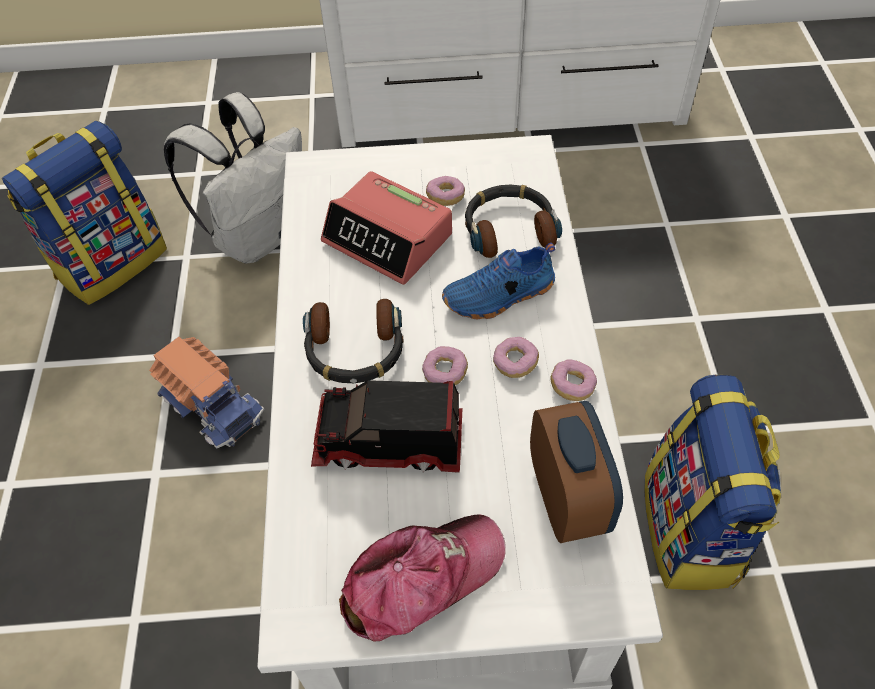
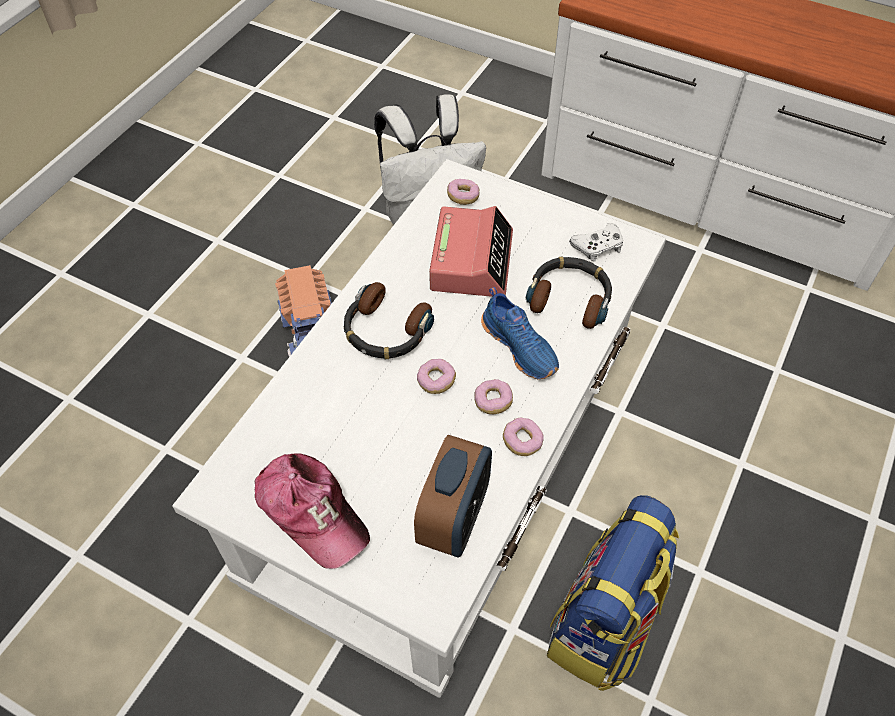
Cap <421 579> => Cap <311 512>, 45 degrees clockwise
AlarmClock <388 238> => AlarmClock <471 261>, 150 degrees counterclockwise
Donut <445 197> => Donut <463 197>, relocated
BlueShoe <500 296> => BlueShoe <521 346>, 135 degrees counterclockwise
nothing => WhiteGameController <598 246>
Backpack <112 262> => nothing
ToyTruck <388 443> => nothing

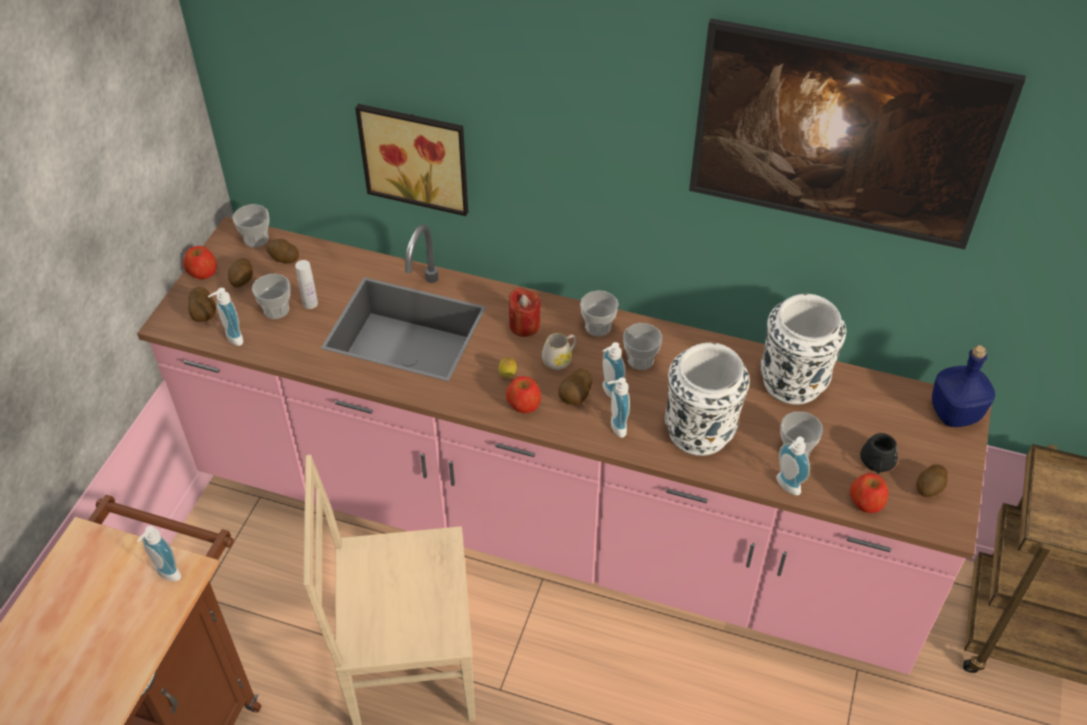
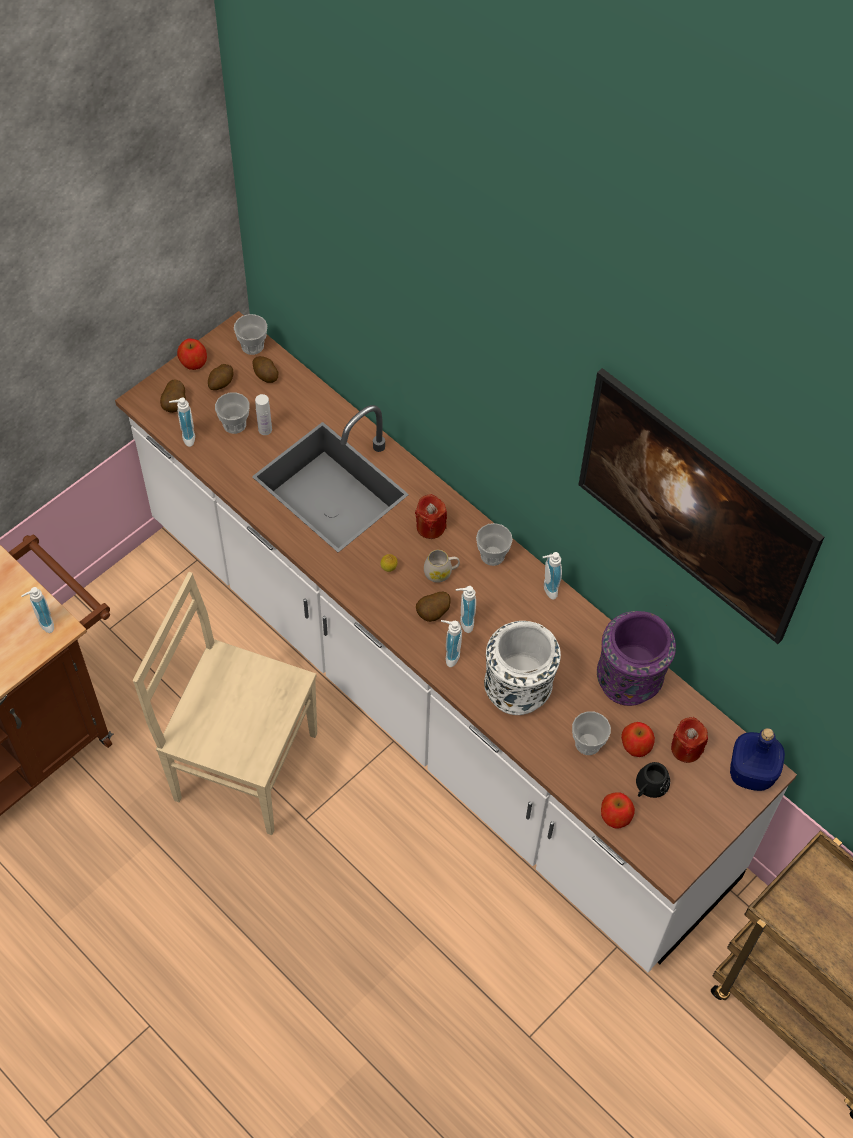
PinkCounter <543 522> => WhiteCounter <422 691>
SoapDispenser <785 487> => SoapDispenser <547 589>, relocated
WhiteVase <793 381> => PurpleVase <629 680>
Apple <524 403> => Apple <636 744>, relocated
nothing => RedCandle <686 748>
Picture <416 156> => nothing
Cup <640 360> => nothing
Potato <929 488> => nothing

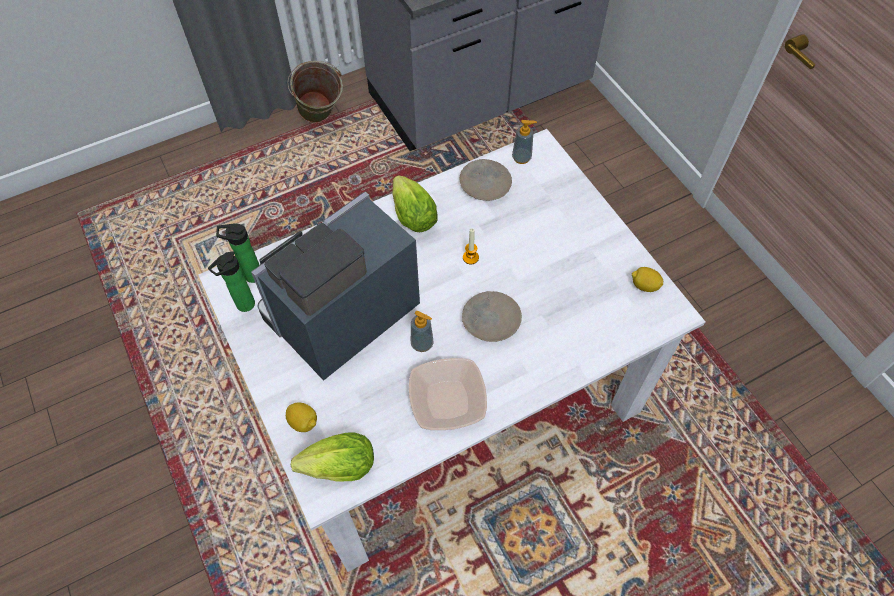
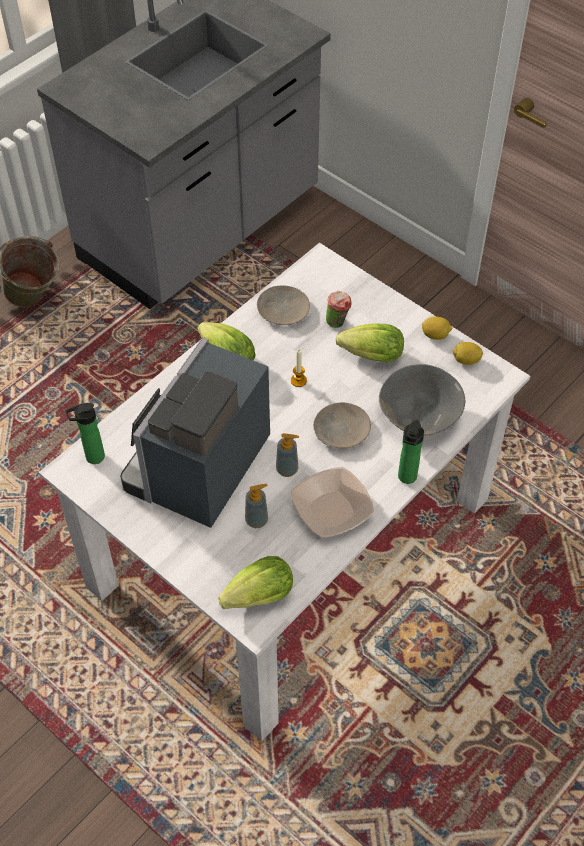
SoapDispenser <521 158> => SoapDispenser <256 520>, relocated
nothing => Cup <338 323>
nothing => Lettuce <368 355>
nothing => GreyBowl <419 415>
Bottle <243 306> => Bottle <406 478>, relocated
Lemon <303 422> => Lemon <435 335>, relocated

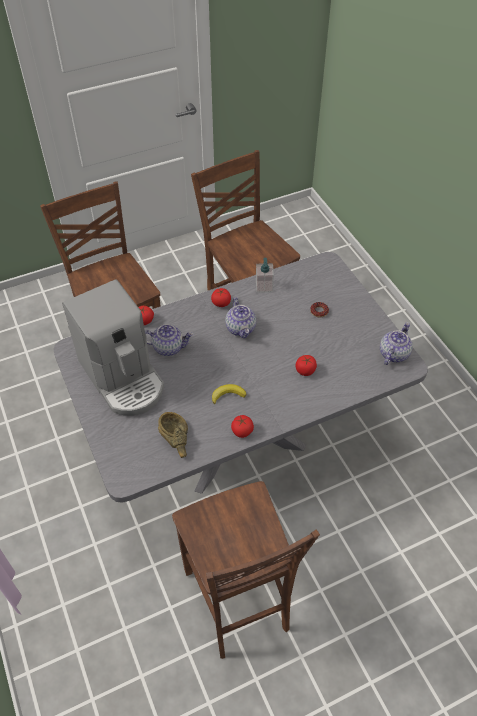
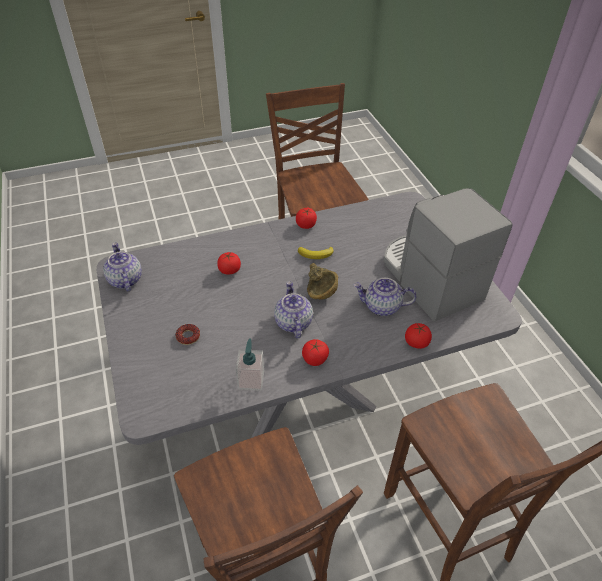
Teapot <393 353> => Teapot <125 279>, 120 degrees clockwise
BrownBowl <177 439> => BrownBowl <318 287>, relocated

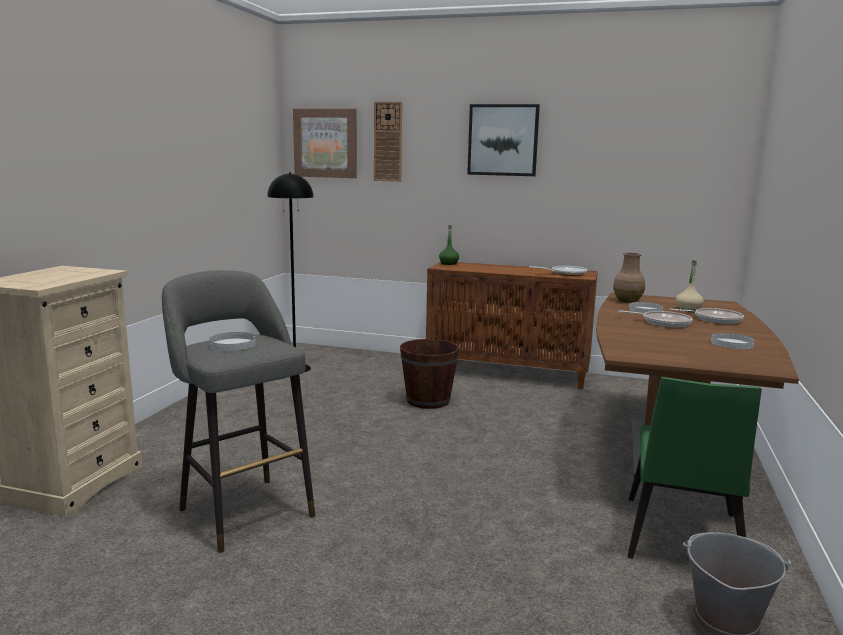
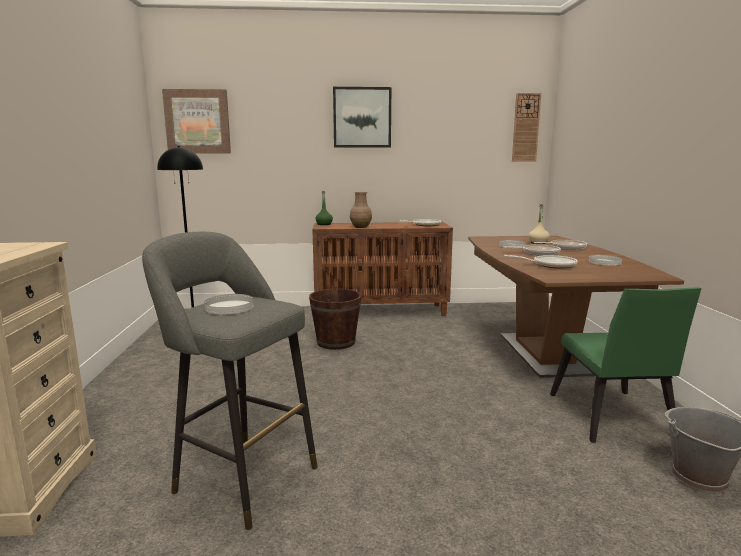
BrownVase <627 301> => BrownVase <360 227>, relocated
nothing => FryingPan <550 265>
WallClock <388 142> => WallClock <525 128>, relocated

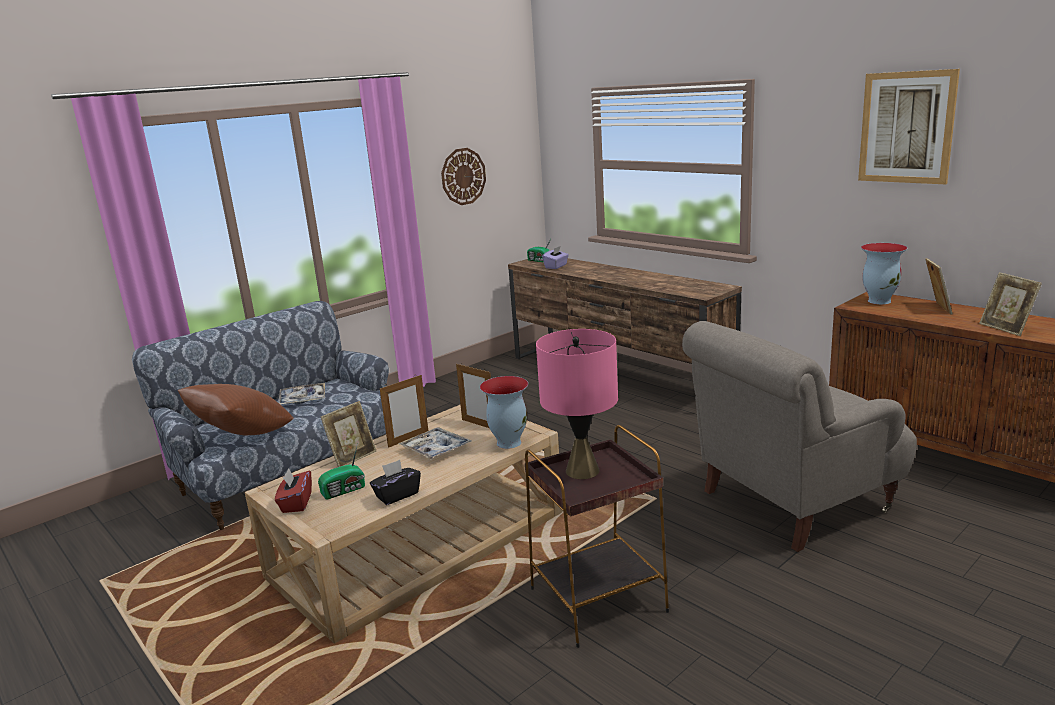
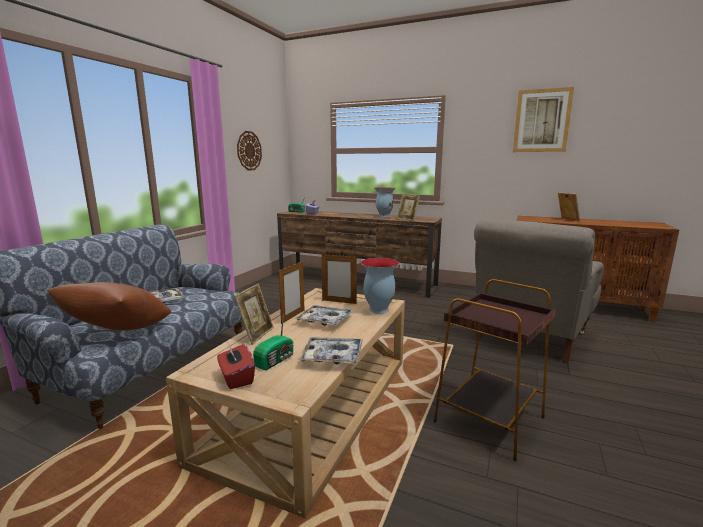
BlackTissueBox <397 495> => Tray <332 356>
Vase <879 301> => Vase <384 216>, relocated
PictureFrame <1005 328> => PictureFrame <407 219>, relocated
PinkTableLamp <583 471> => nothing

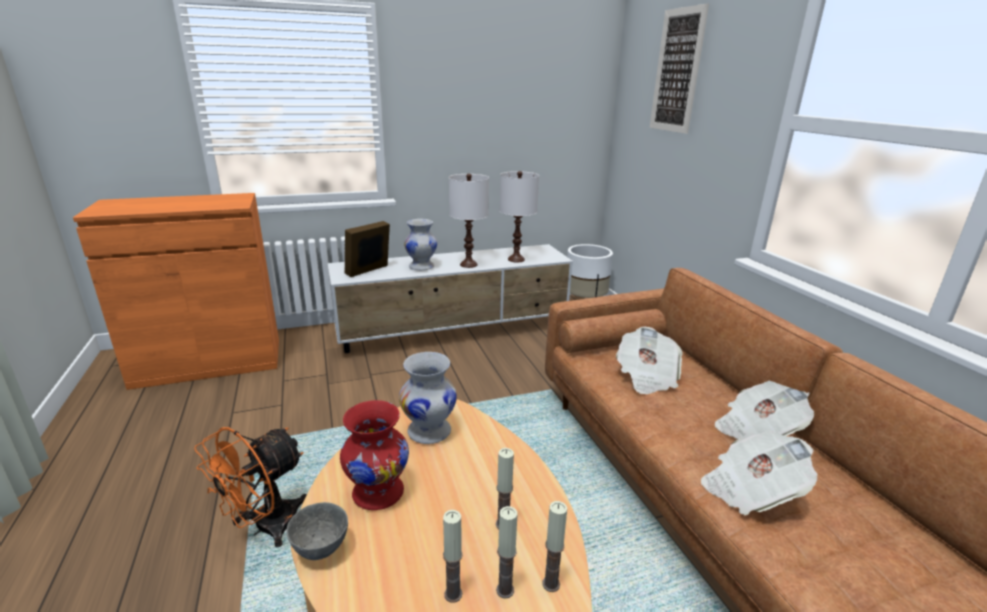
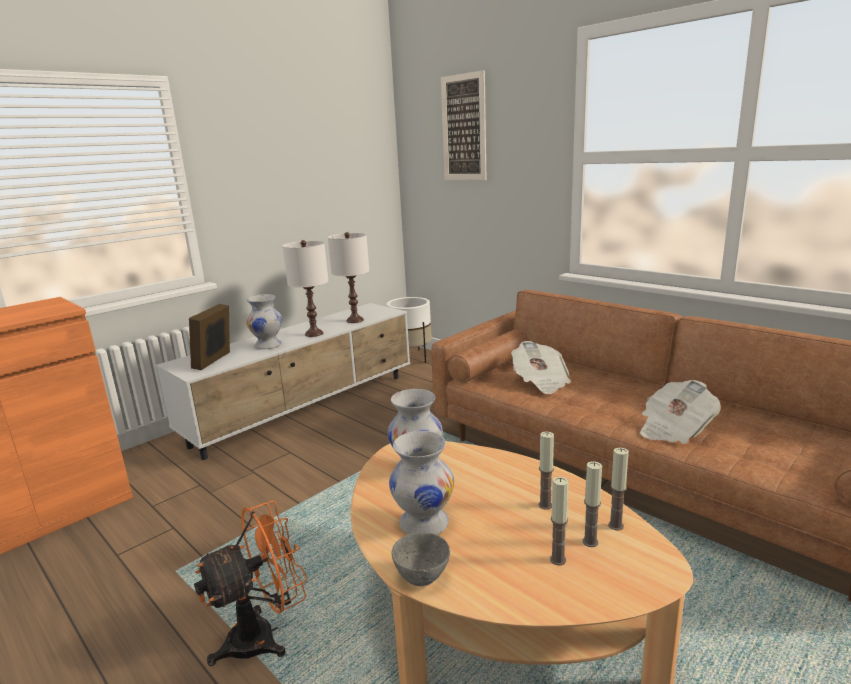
OrangeFan <265 528> => OrangeFan <264 635>, 135 degrees counterclockwise
RedVase <377 493> => WhiteVase <424 524>
Newspaper <757 430> => nothing

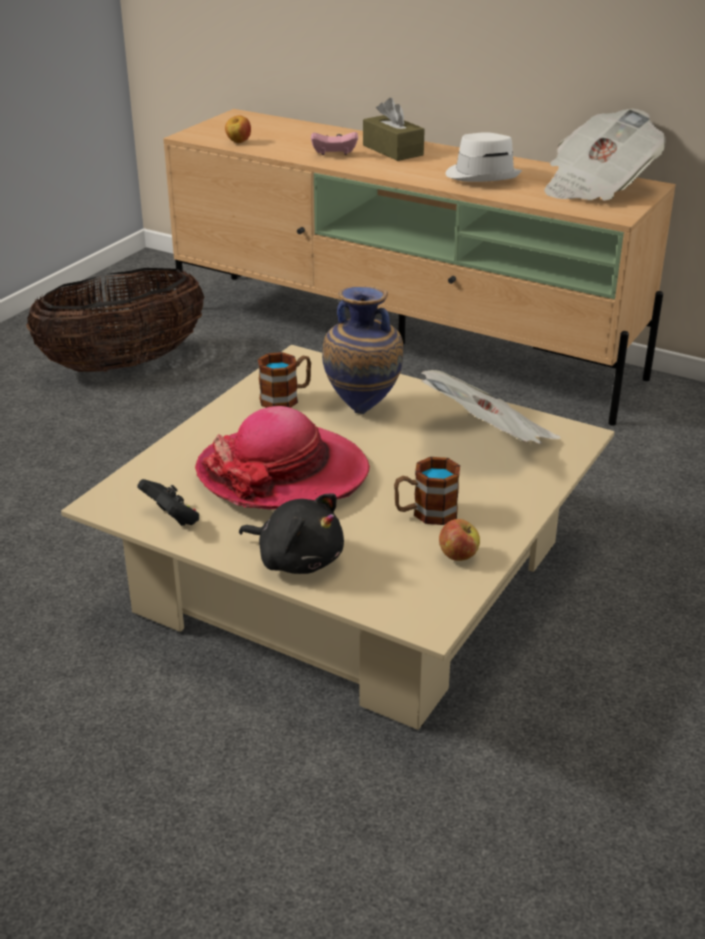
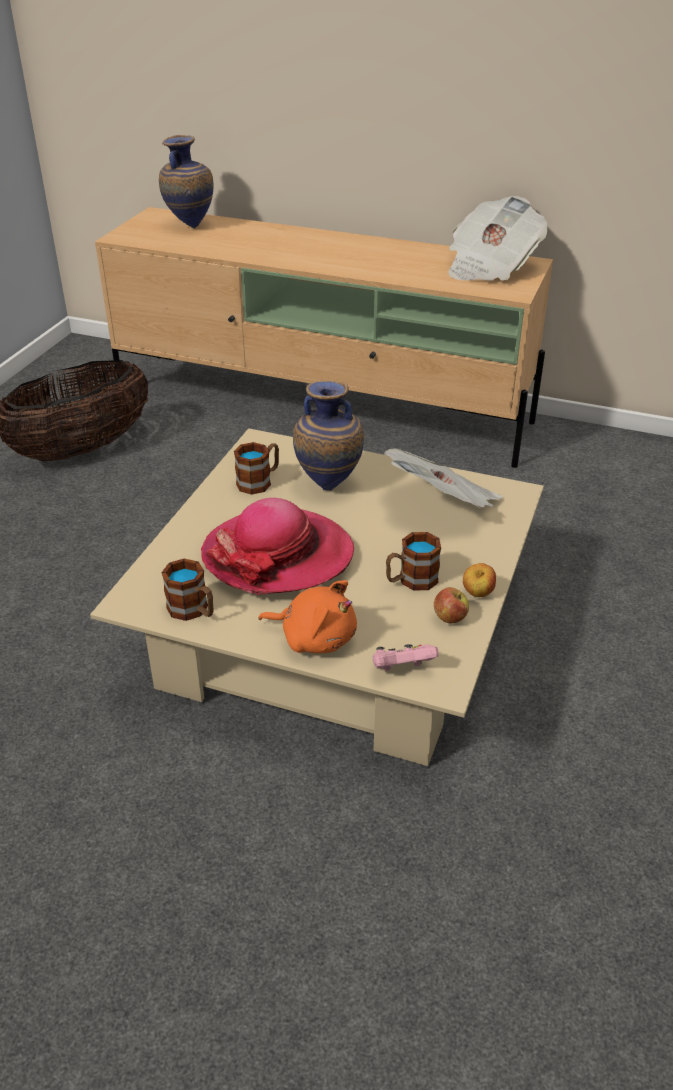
nothing => Vase <189 226>
BlackGameController <172 518> => Mug <193 611>
BlackPlushToy <297 559> => OrangePlushToy <315 637>
PinkGameController <334 155> => PinkGameController <402 669>, relocated
Apple <238 142> => Apple <477 594>, relocated
BrownTissueBox <392 150> => nothing
WhiteHat <482 175> => nothing

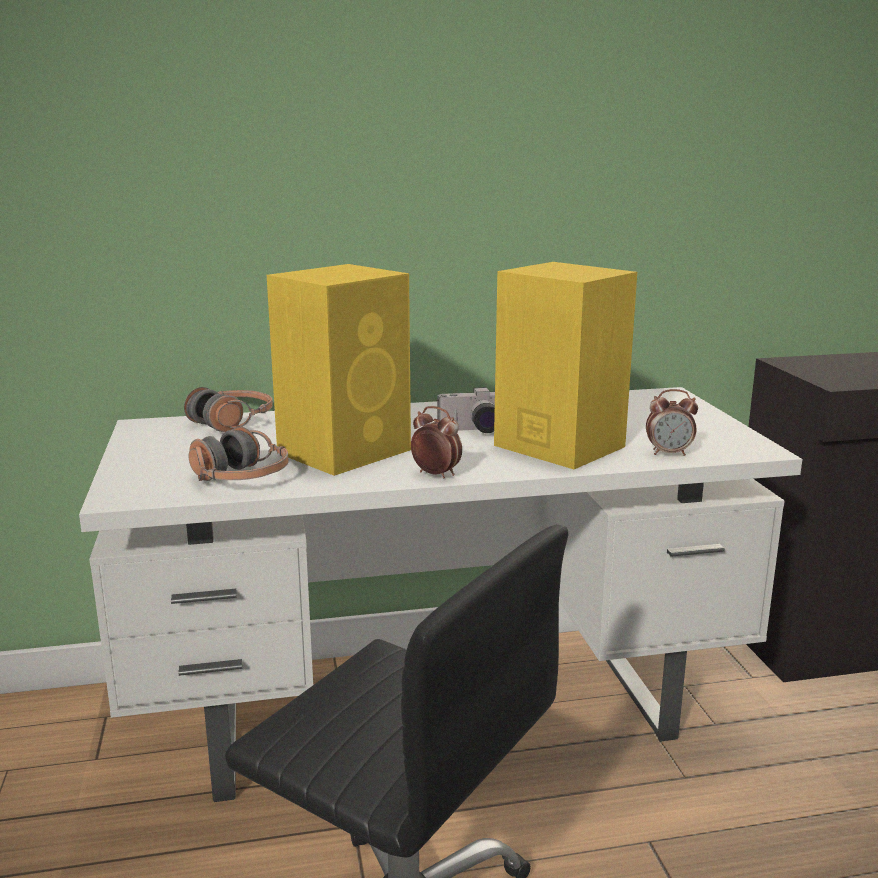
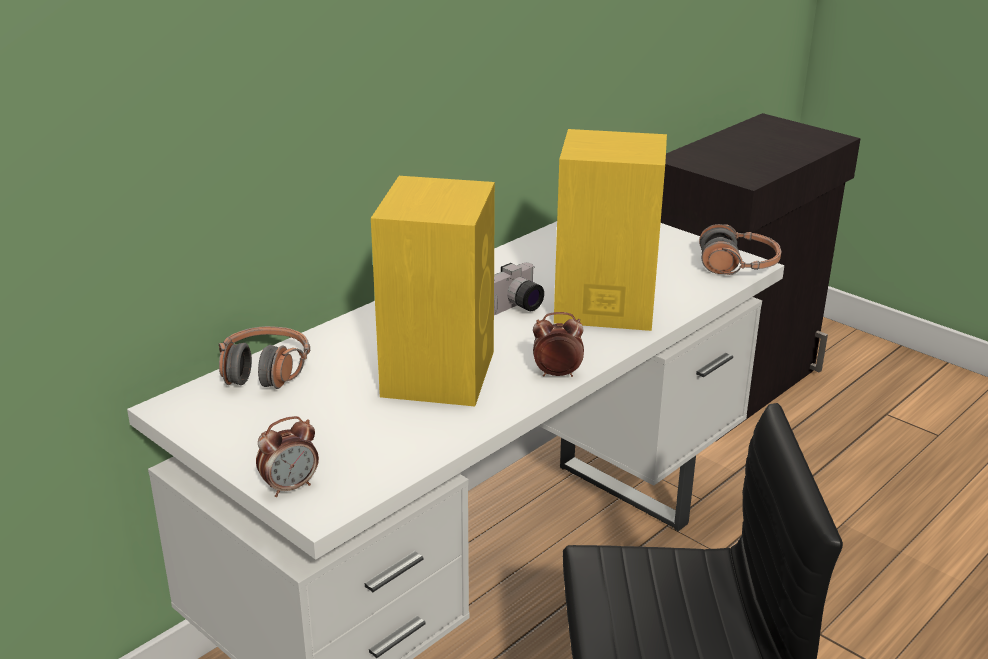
AlarmClock <669 453> => AlarmClock <290 487>, relocated
Headphones <240 478> => Headphones <738 265>, relocated

